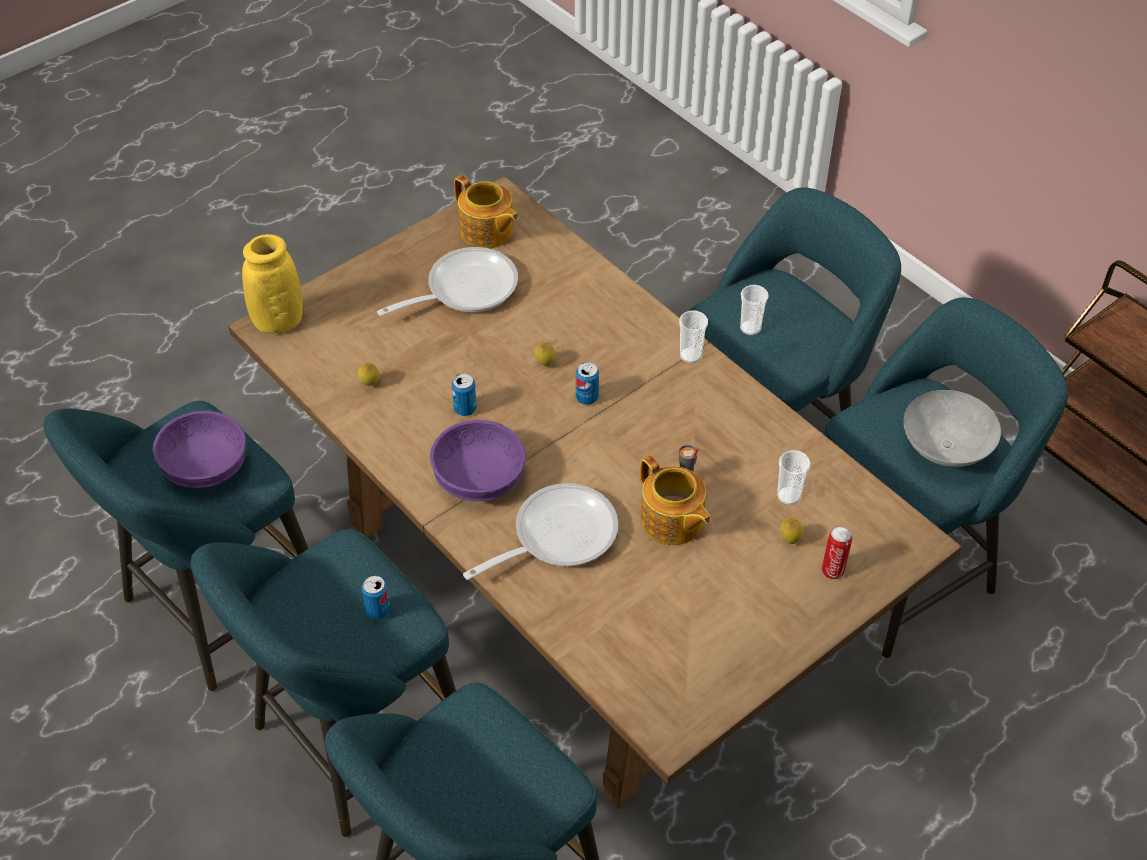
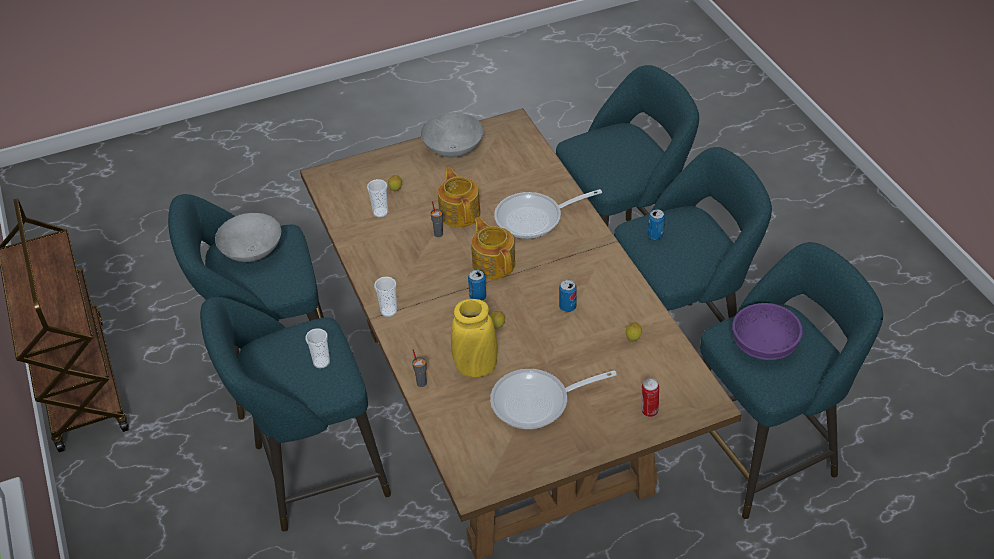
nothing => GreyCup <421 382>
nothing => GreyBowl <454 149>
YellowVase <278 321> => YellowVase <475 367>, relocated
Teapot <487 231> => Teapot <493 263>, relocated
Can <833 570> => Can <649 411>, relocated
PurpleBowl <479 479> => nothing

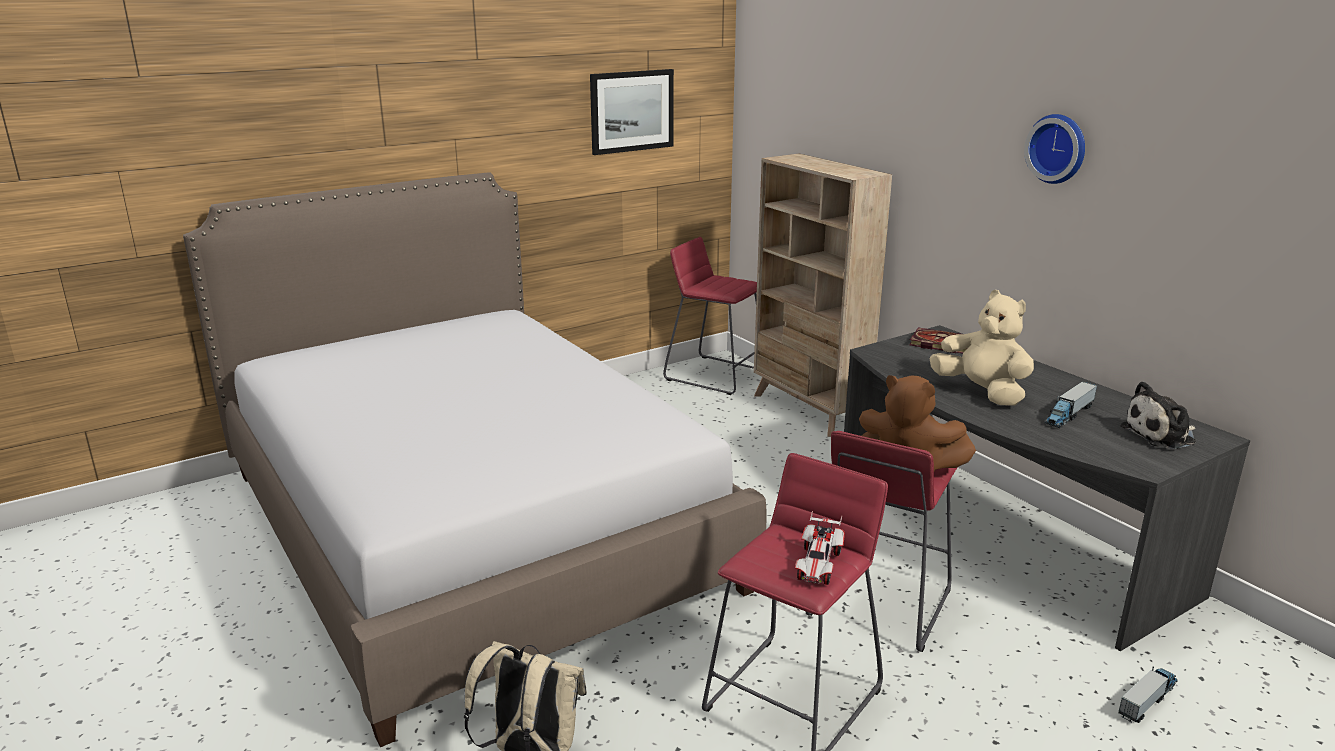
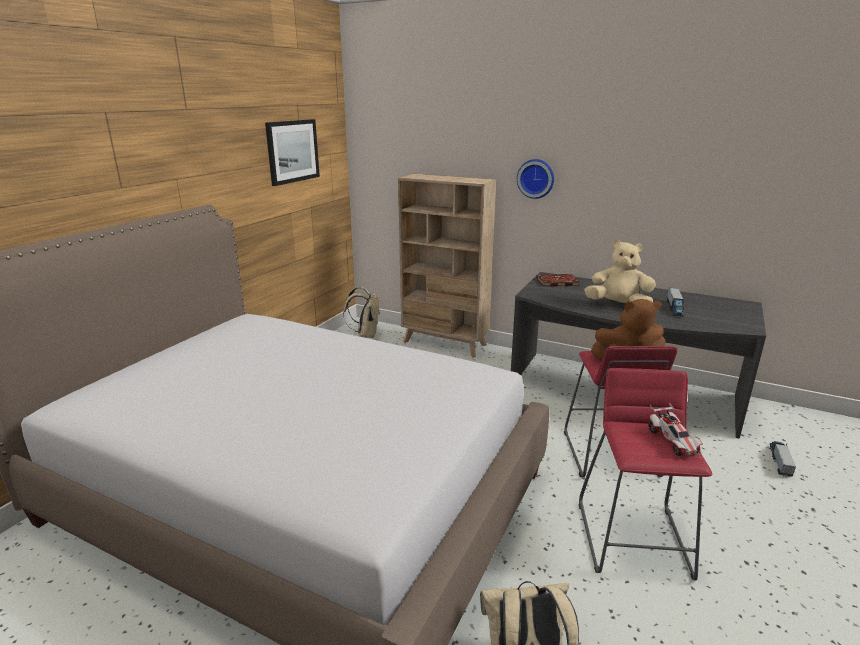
RedStool <715 375> => BeigeBackpack <366 334>
WallClock <1058 148> => WallClock <536 178>, relocated
PlushToy <1161 435> => nothing

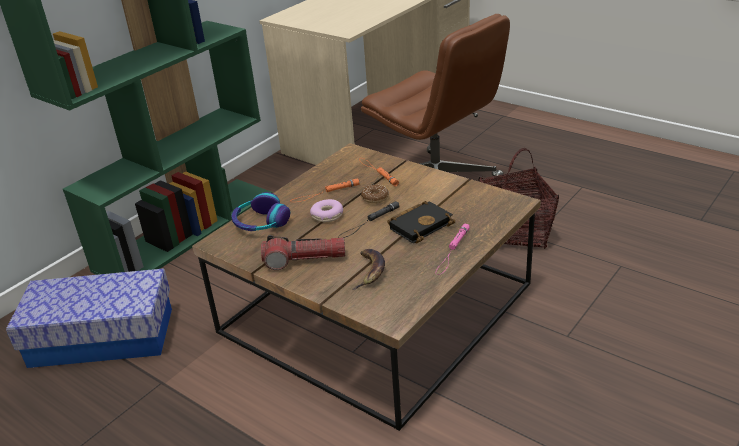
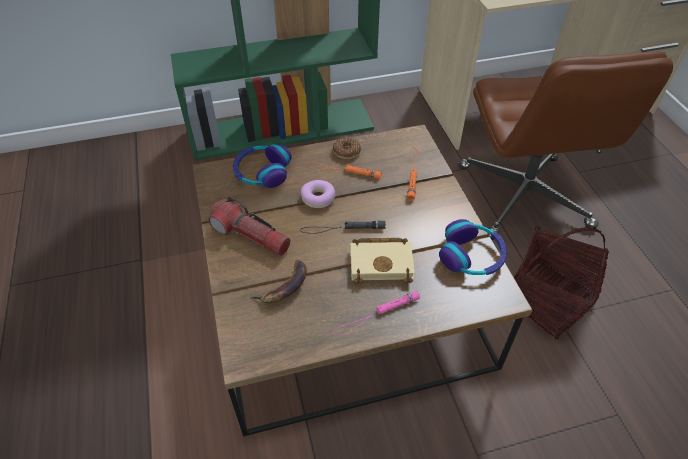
Donut <375 198> => Donut <346 152>, relocated
BlackBook <420 225> => BeigeBook <382 262>
nothing => Headphones <471 256>
StorageBox <102 337> => nothing

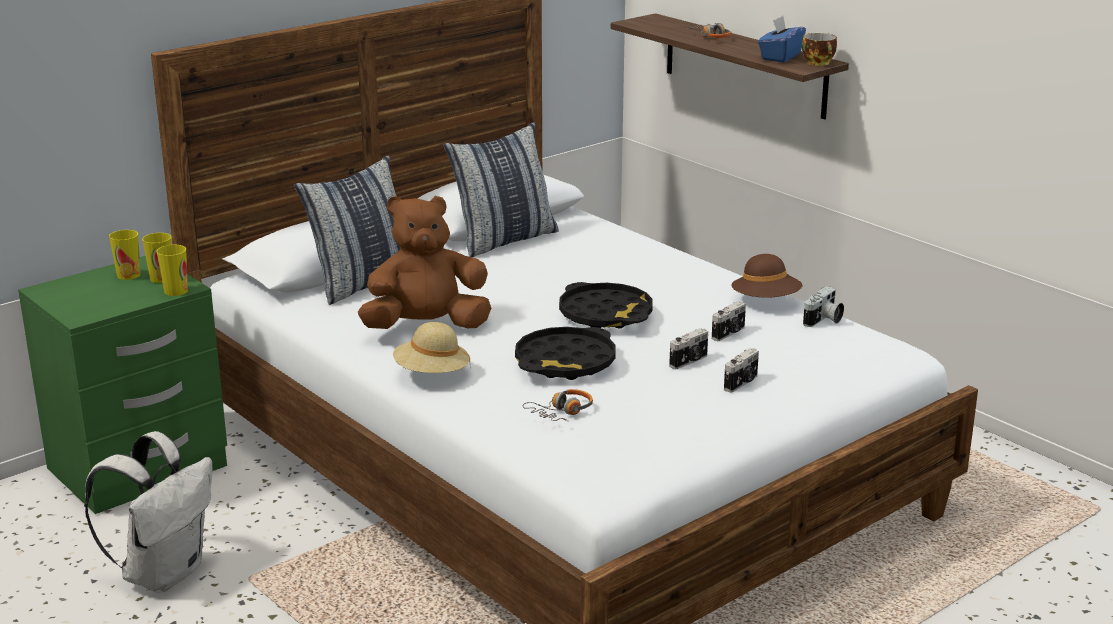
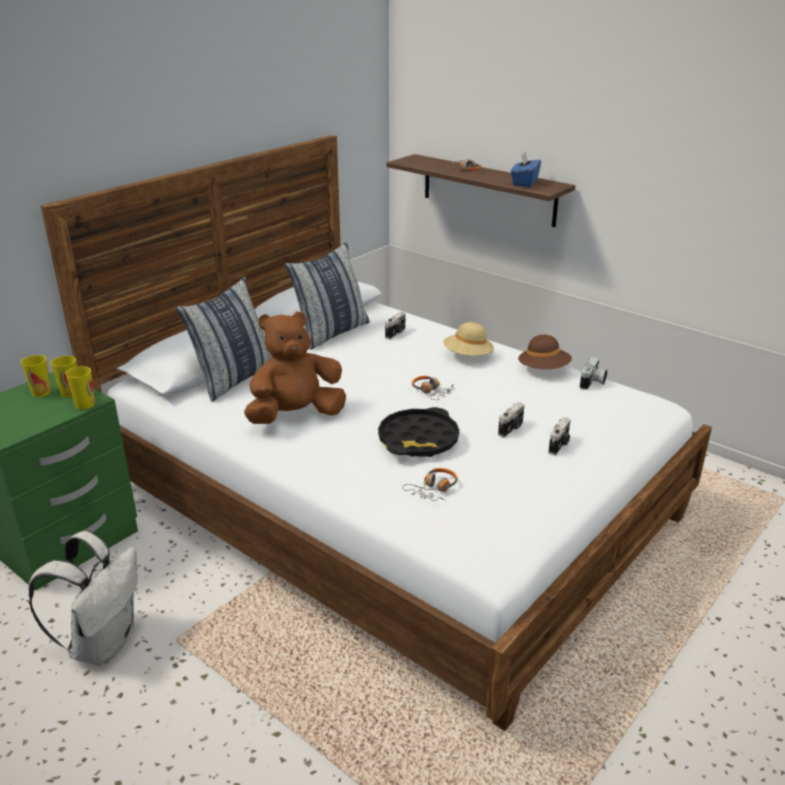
PhotoCamera <729 333> => PhotoCamera <396 333>, relocated
BlackTray <605 314> => Headphones <431 392>
BeigeHat <432 374> => BeigeHat <467 356>, relocated
Cup <820 63> => nothing

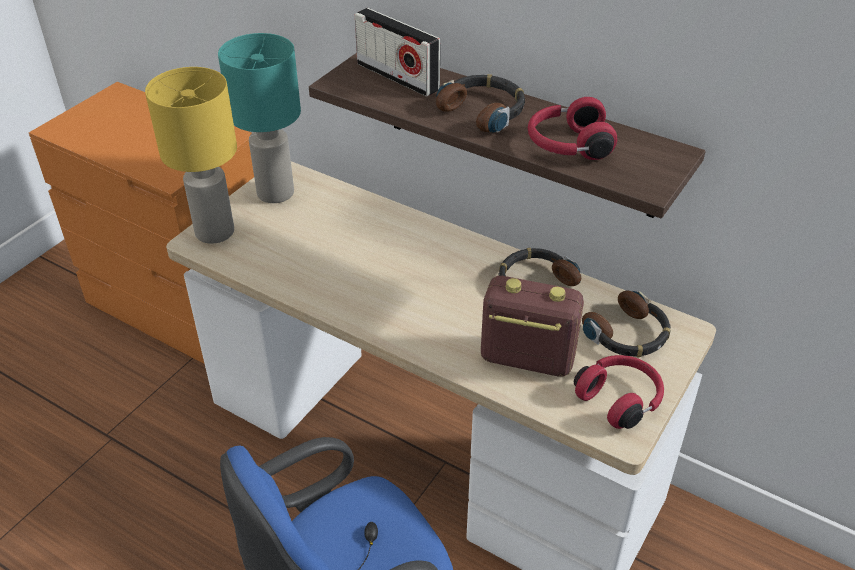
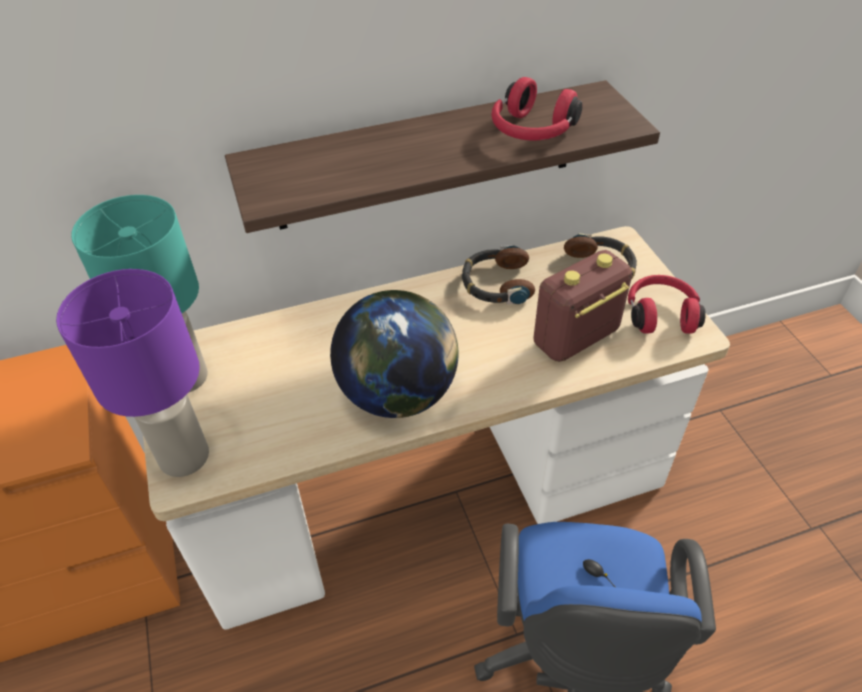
YellowTableLamp <214 231> => PurpleTableLamp <183 456>
nothing => Globe <398 393>
Radio <397 77> => nothing
Headphones <484 110> => nothing

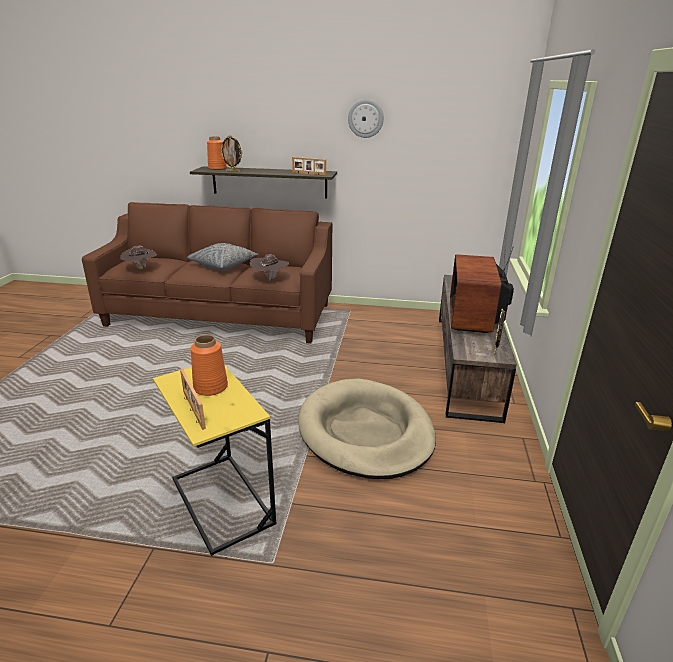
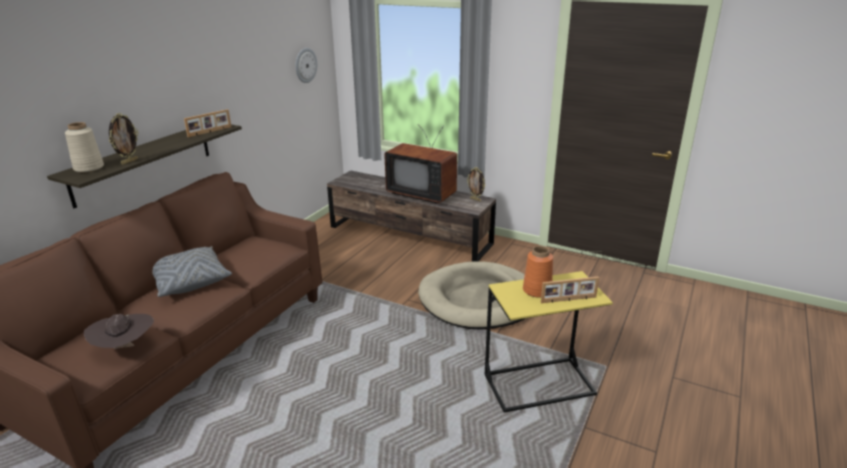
OrangeVase <217 168> => BeigeVase <88 168>
WallClock <365 118> => WallClock <305 65>, relocated
BrownHat <270 278> => nothing

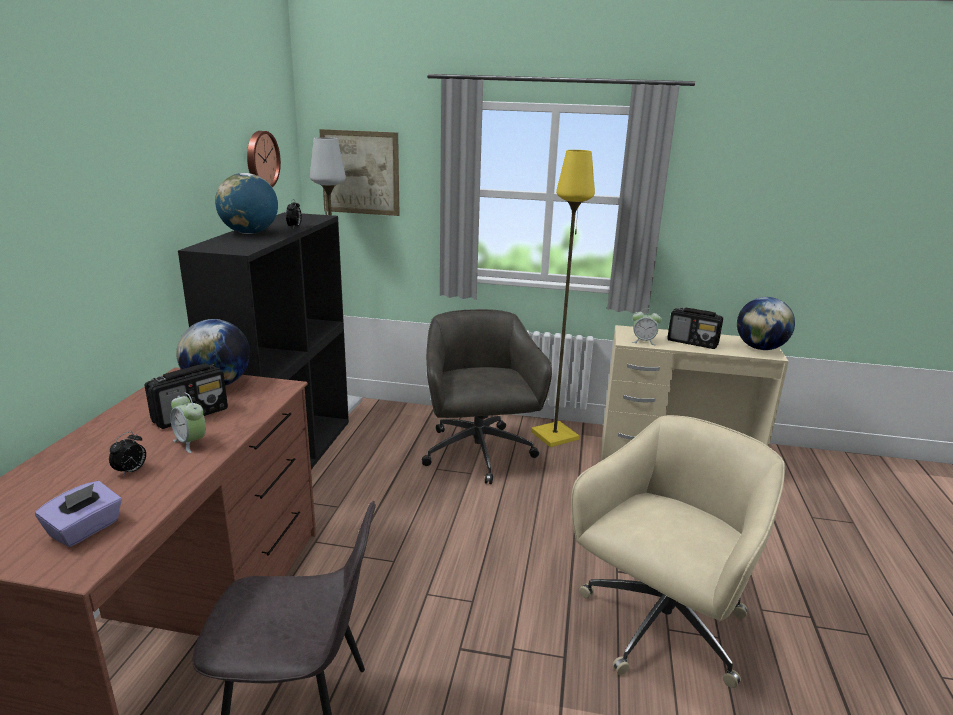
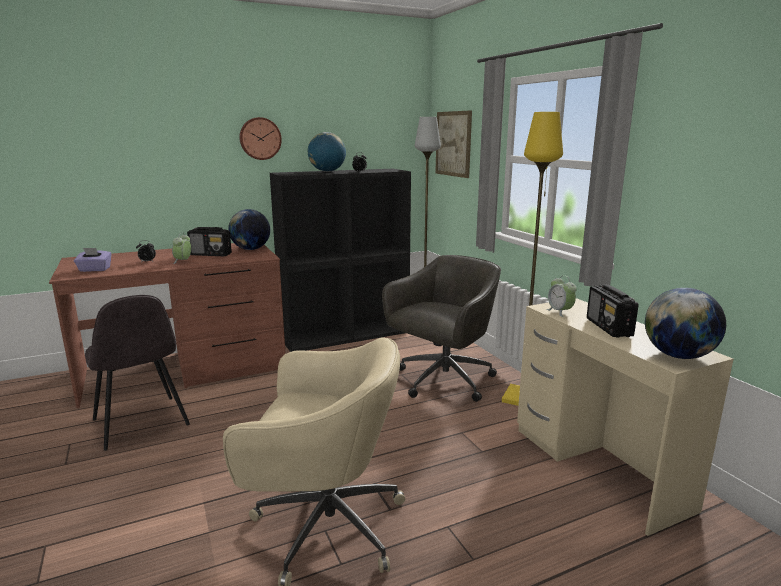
WallClock <261 159> => WallClock <260 138>, relocated

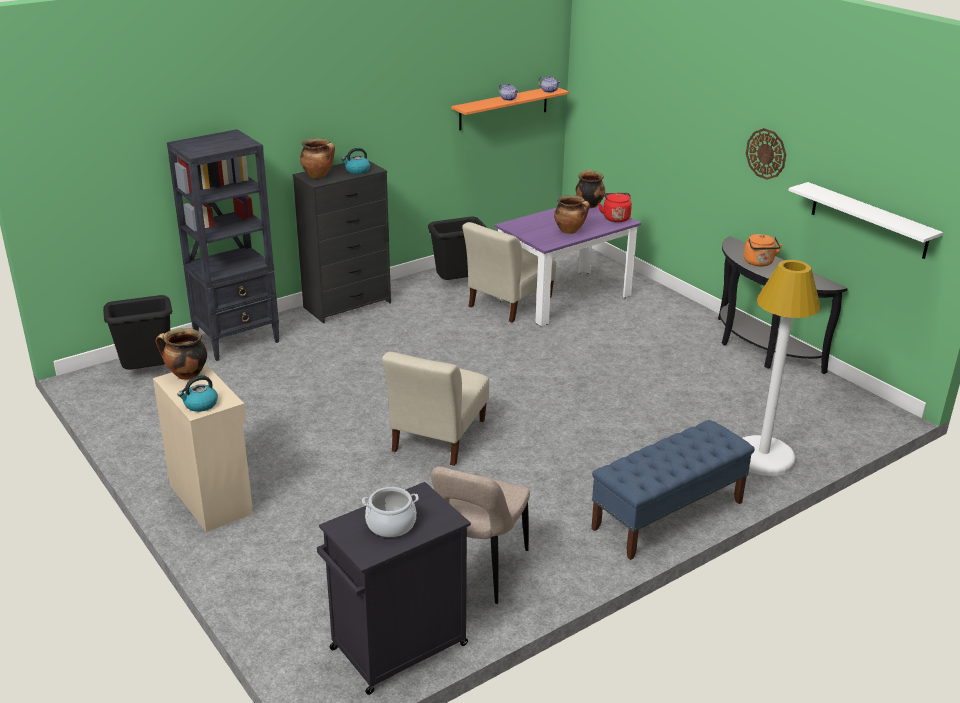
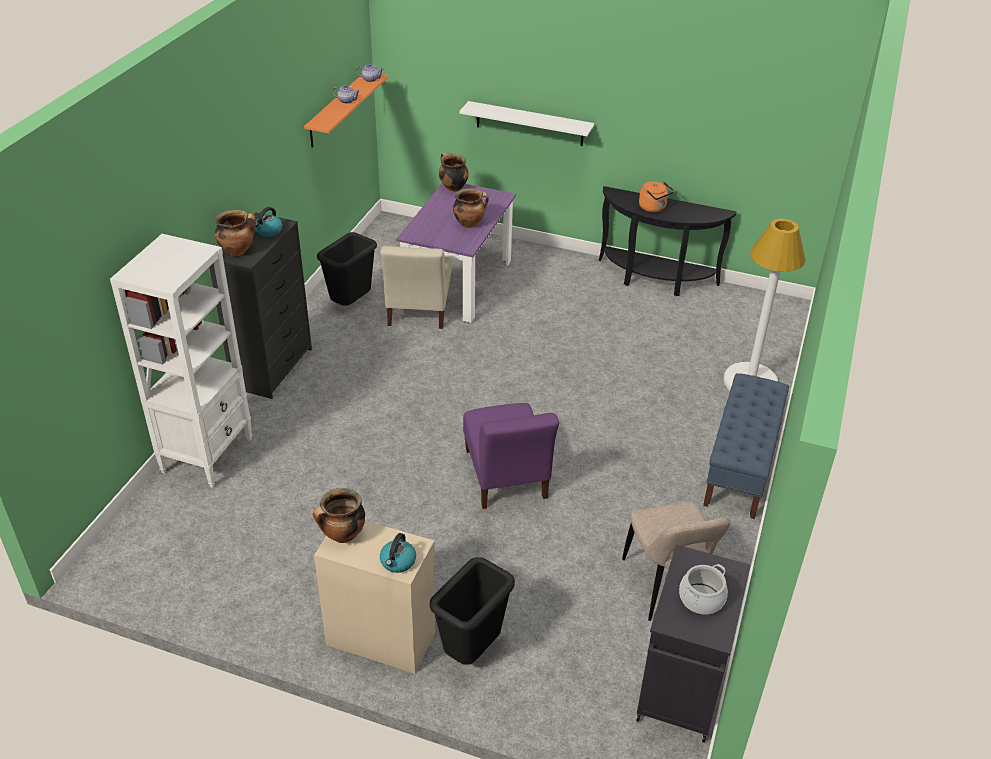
BlackBookcase <238 340> => WhiteBookcase <208 454>
BlackTrashCan <147 373> => BlackTrashCan <471 652>, relocated
WhiteShelf <869 220> => WhiteShelf <529 124>, relocated
BeigeChair <437 438> => PurpleChair <506 477>
RedKettle <615 218> => nothing
WallClock <766 153> => nothing

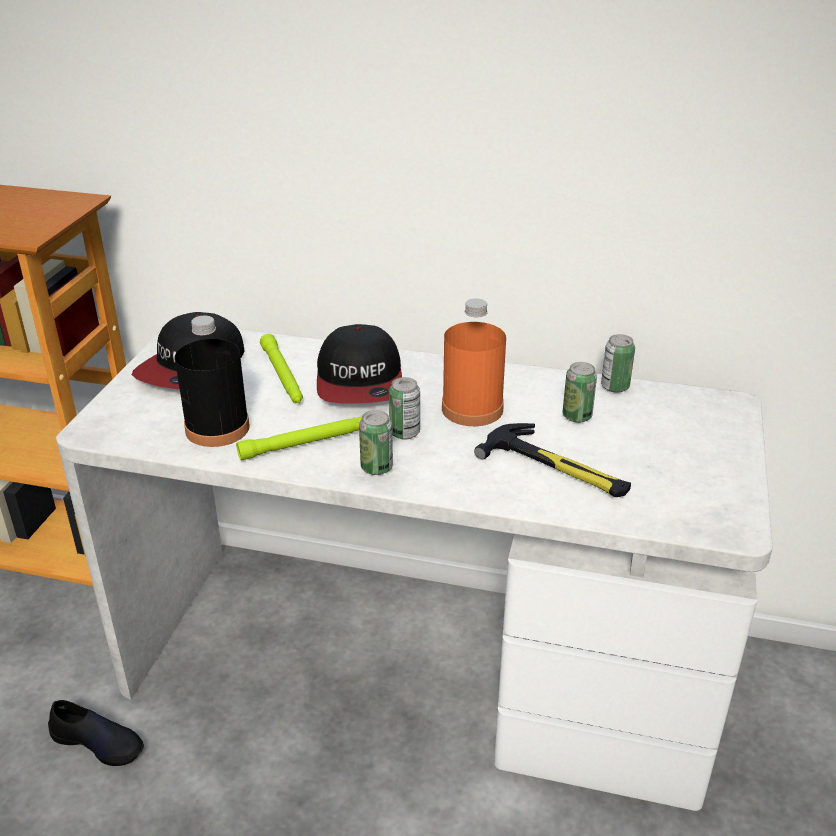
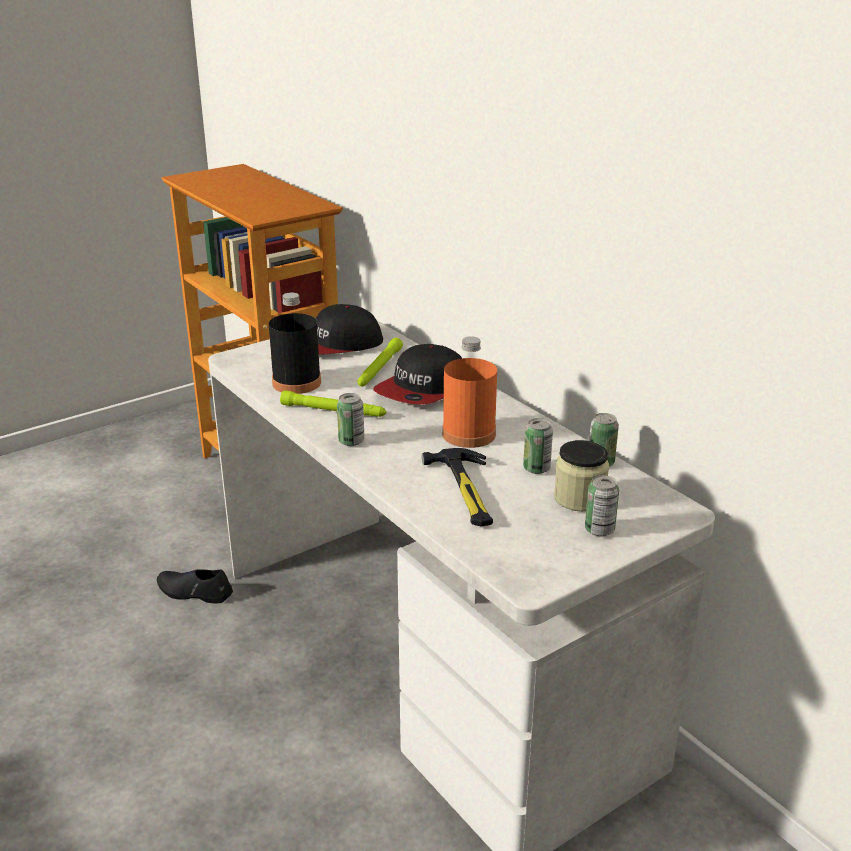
BlackShoe <99 742> => BlackShoe <194 592>, 135 degrees clockwise
nothing => Jar <579 498>
Can <404 433> => Can <599 530>, relocated

